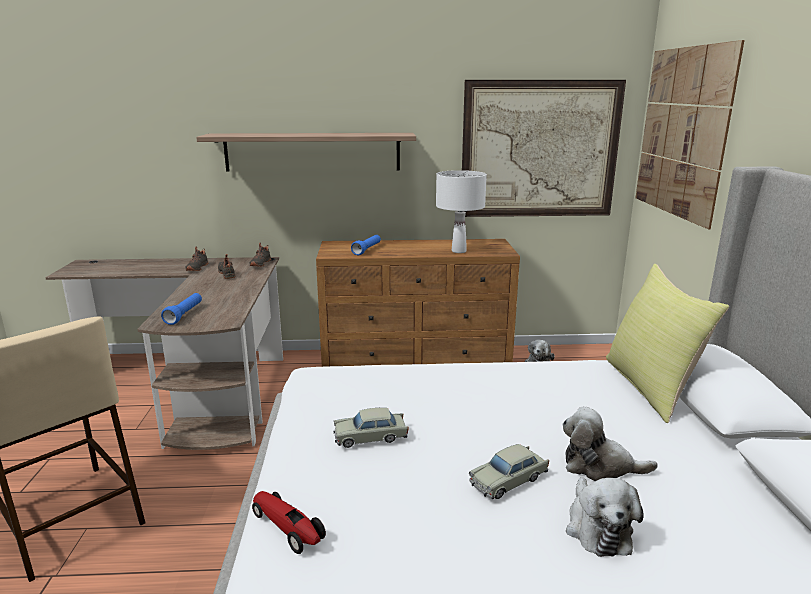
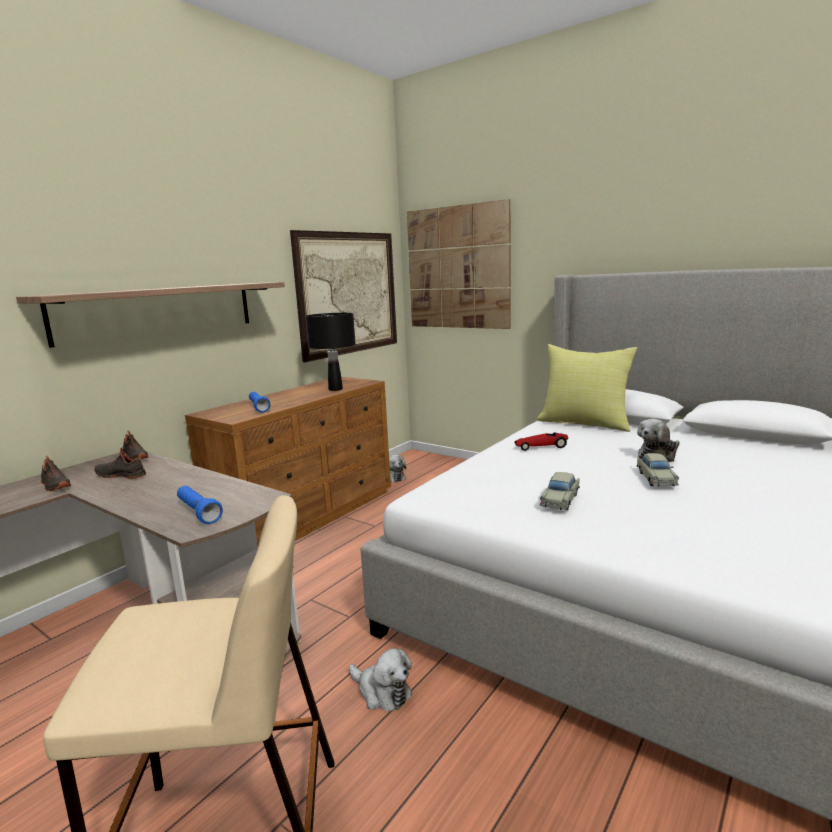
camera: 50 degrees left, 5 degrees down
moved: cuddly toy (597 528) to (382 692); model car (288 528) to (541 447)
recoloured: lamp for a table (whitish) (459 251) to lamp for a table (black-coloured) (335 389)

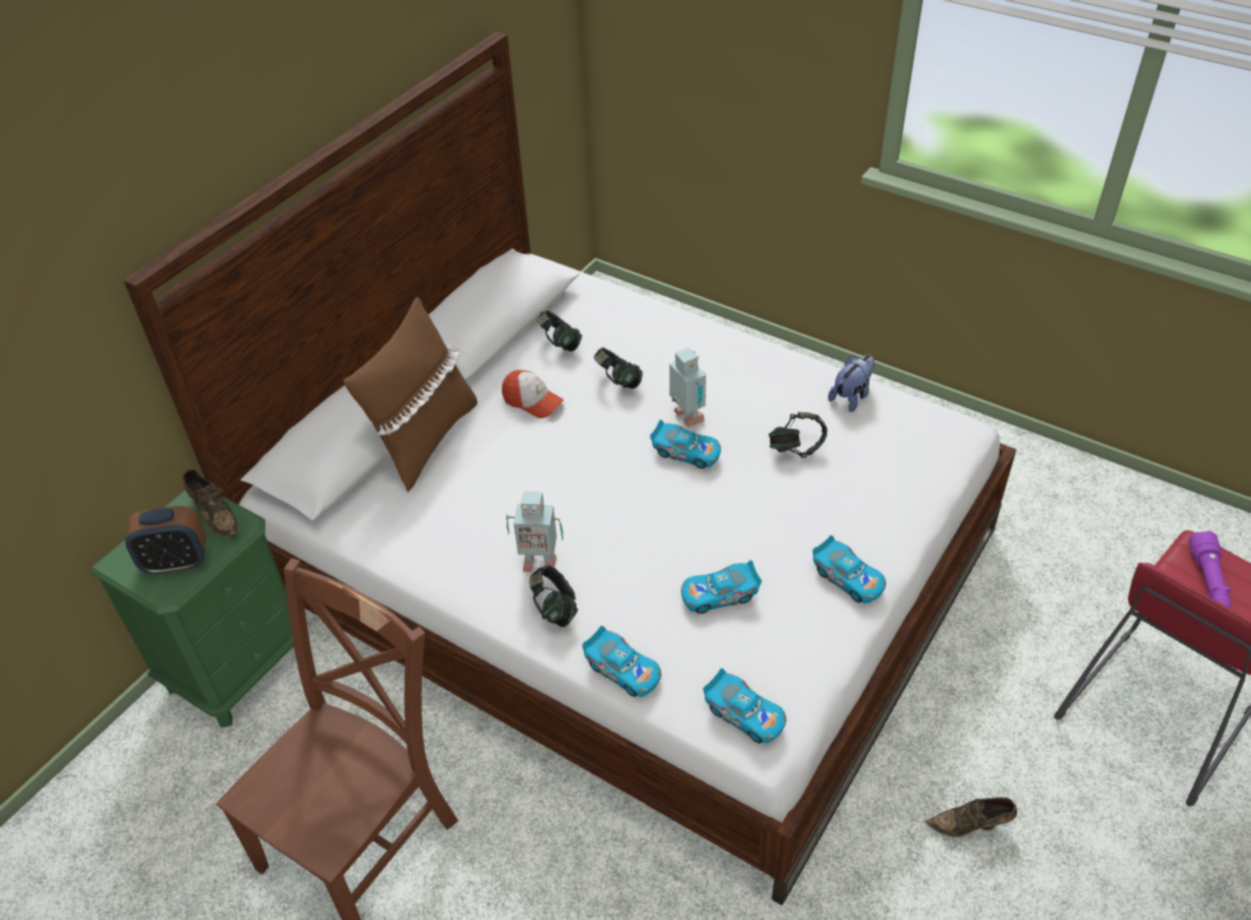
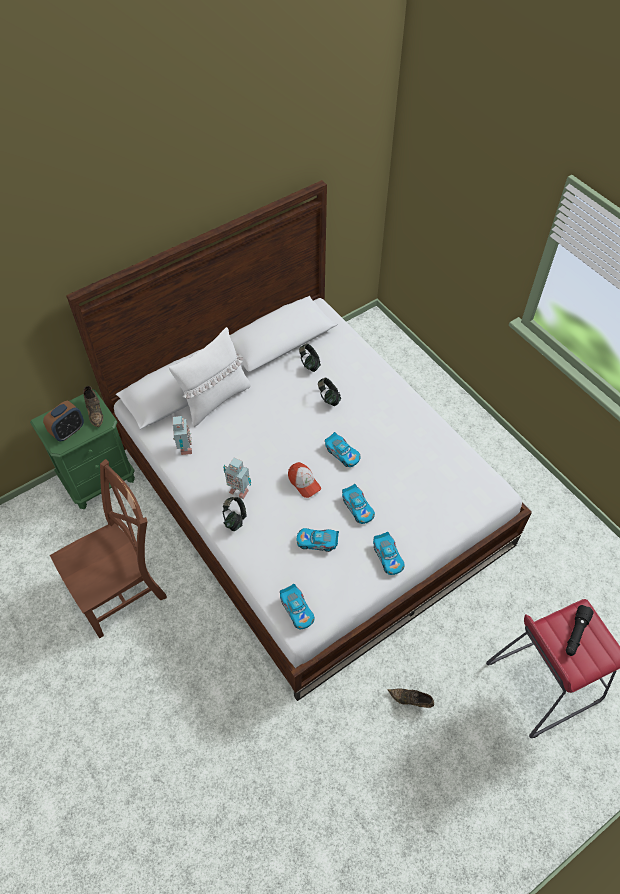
camera: 20 degrees right, 10 degrees up
removed: headphones (796 448); cuddly toy (851 396)
moved: model robot (687 418) to (184 448); baseball cap (532 401) to (304 482); model car (623 670) to (358 508)
recoloured: pillow (brown-coloured) (424 440) to pillow (whitish) (215 399); flashlight (purple-coloured) (1208 582) to flashlight (black-coloured) (575 634)
turned: bedside clock (177 562) = (68 431) 60 degrees counterclockwise

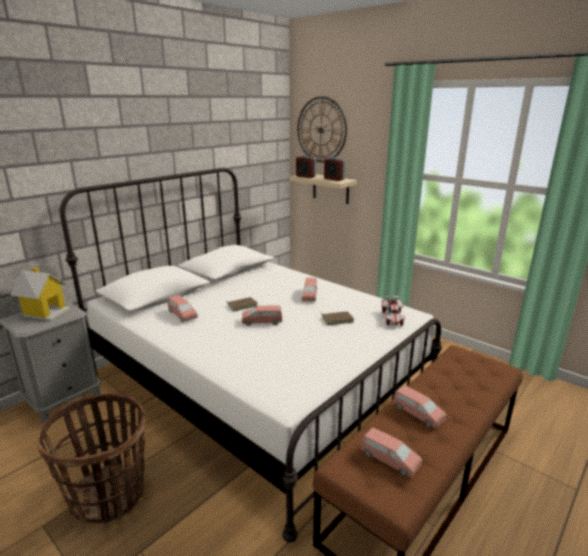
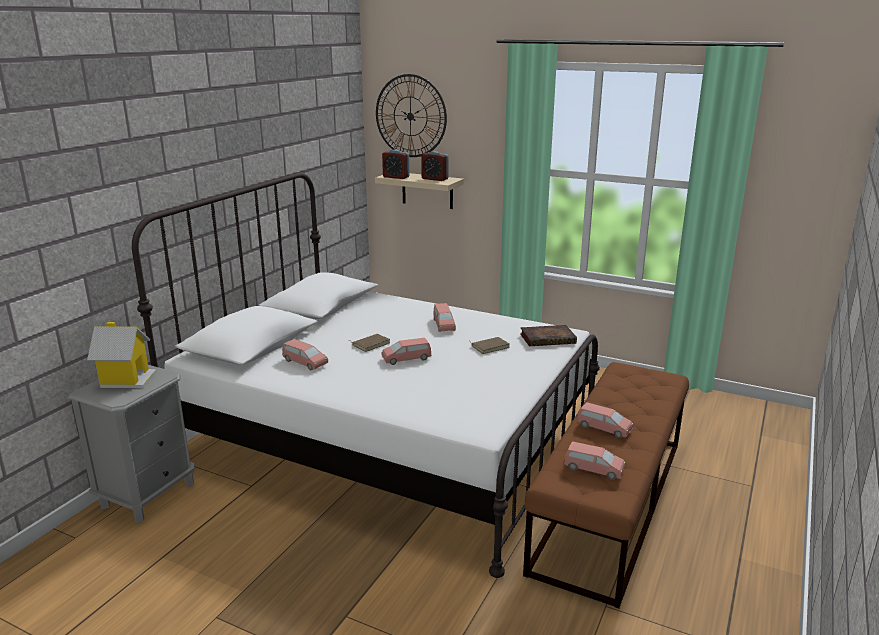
camera: 15 degrees left, 0 degrees up
removed: household basket (108 495)
replaced: model car (392 318) to book (548 339)

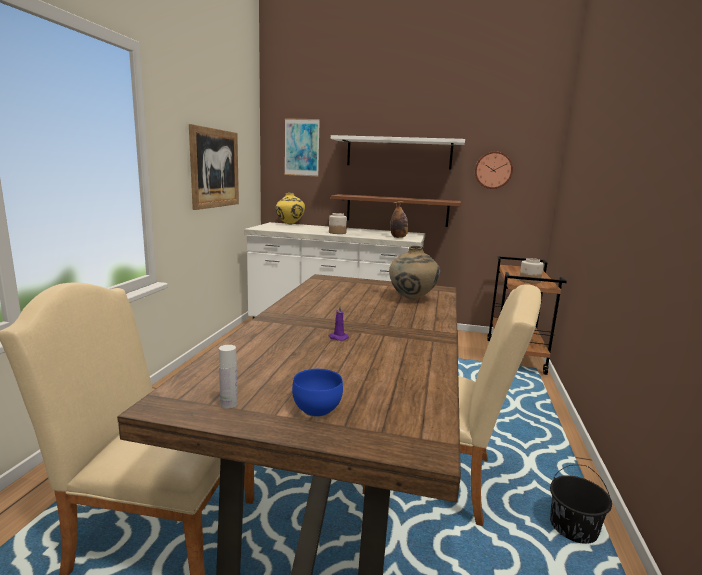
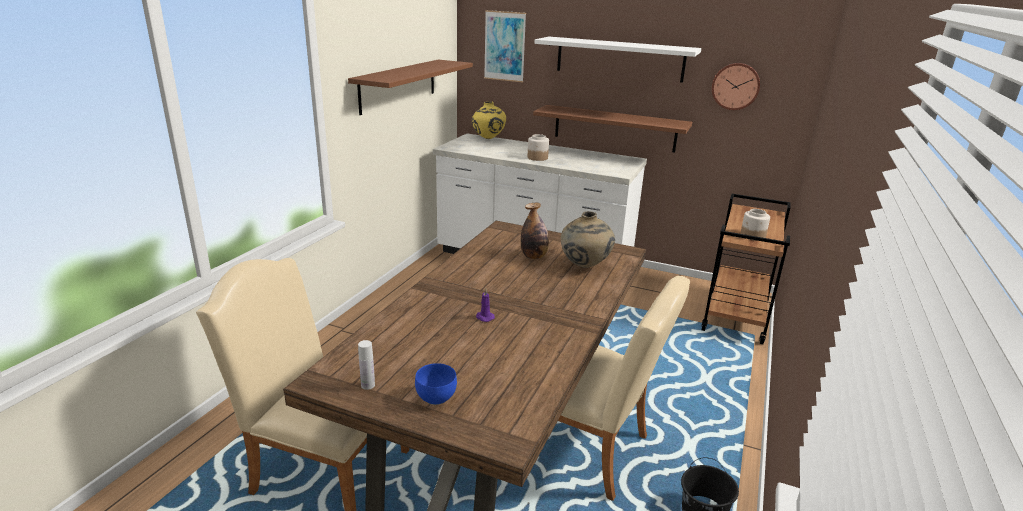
camera: 10 degrees right, 10 degrees up
moved: bottle (398 237) to (534 257)
replaced: wall art (215 168) to wall shelf (brown-coloured) (398 85)

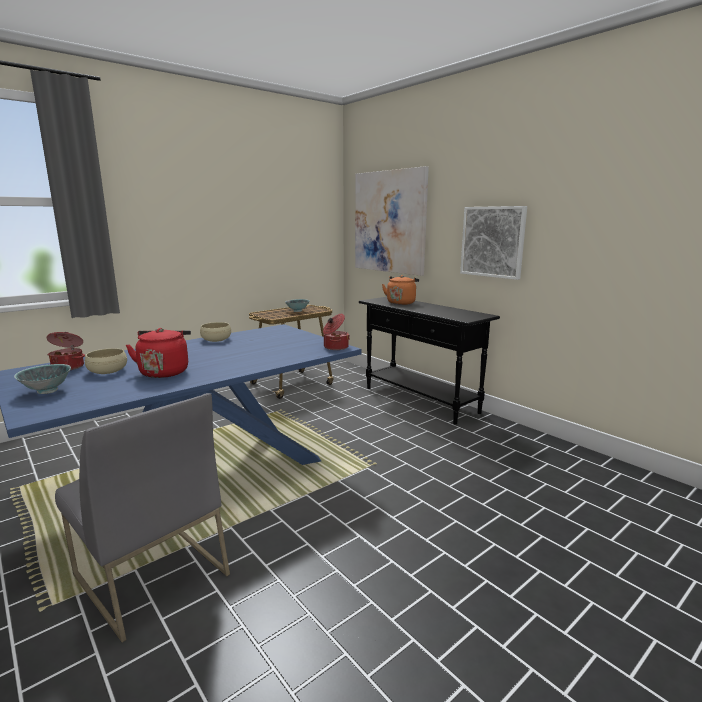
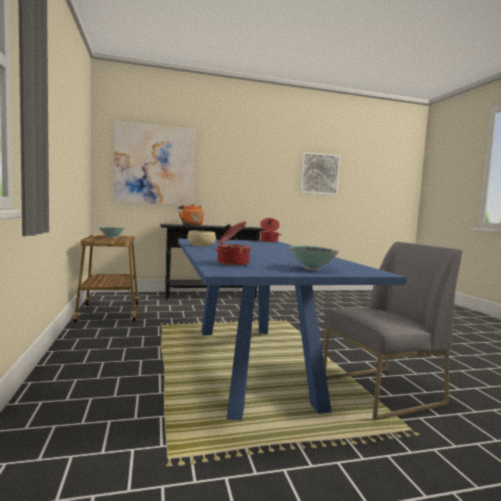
camera: 65 degrees left, 10 degrees down
removed: deep dish (beige-coloured) (108 371); water kettle (red) (165 371)
moved: wall art (492 242) to (319 174)

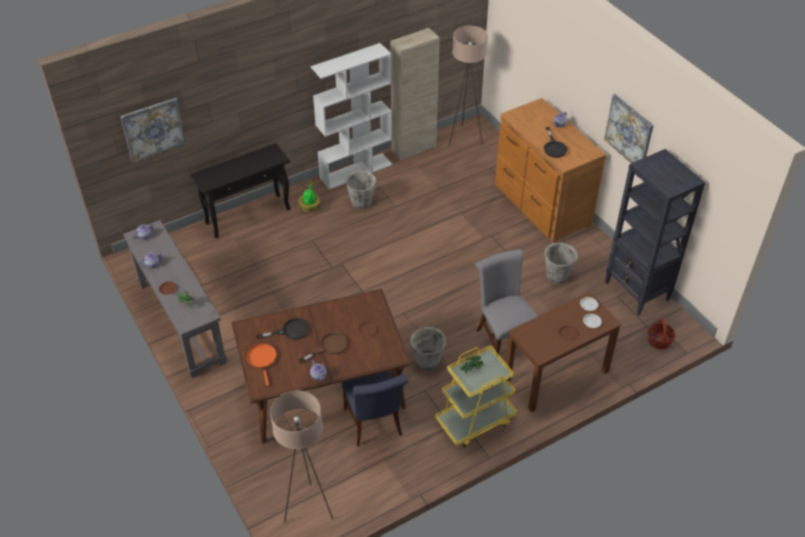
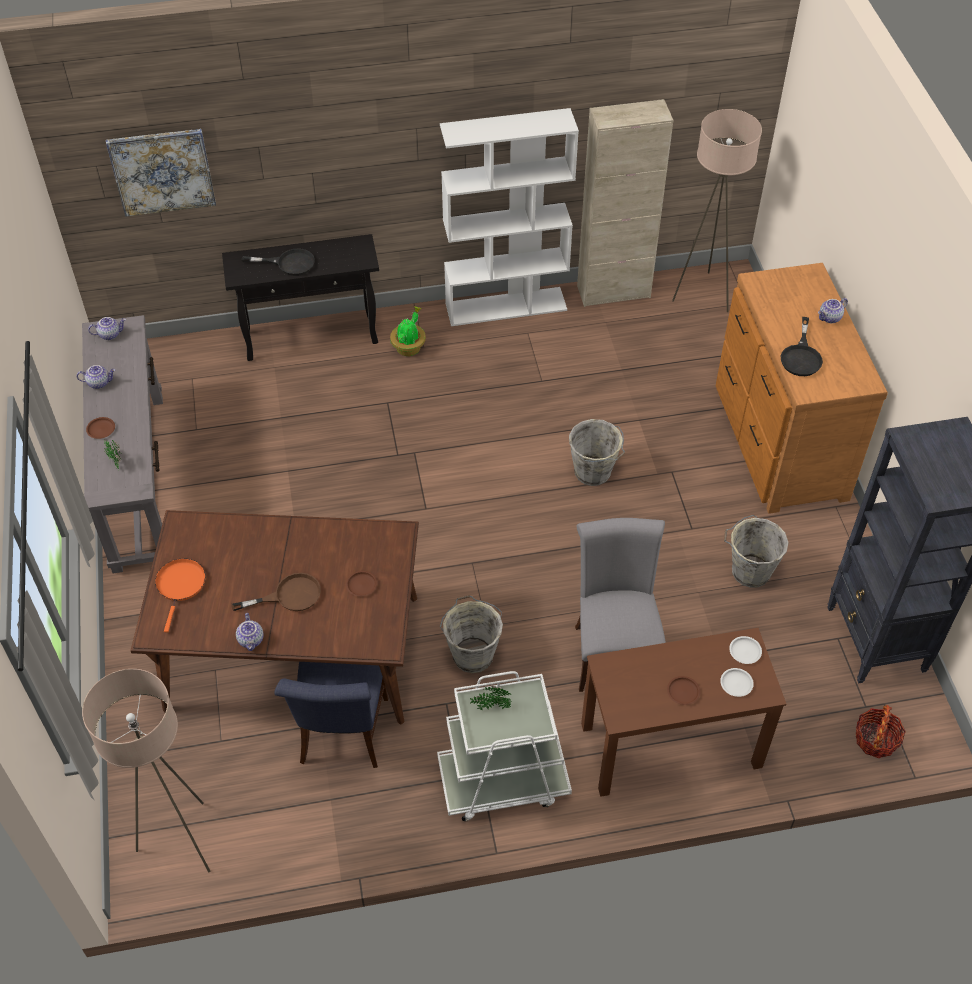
camera: 20 degrees right, 5 degrees up
removed: wall art (629 132)
moved: frying pan (black-coloured) (290 331) to (289 263); bucket (gray) (362 202) to (594 473)
recoloured: wheeled cart (yellow-coloured) (475 420) to wheeled cart (whitish) (502 781)

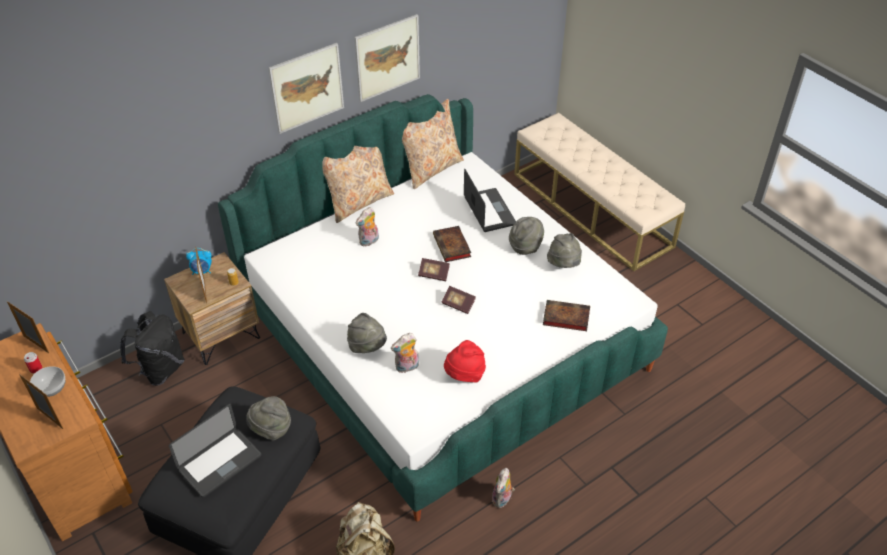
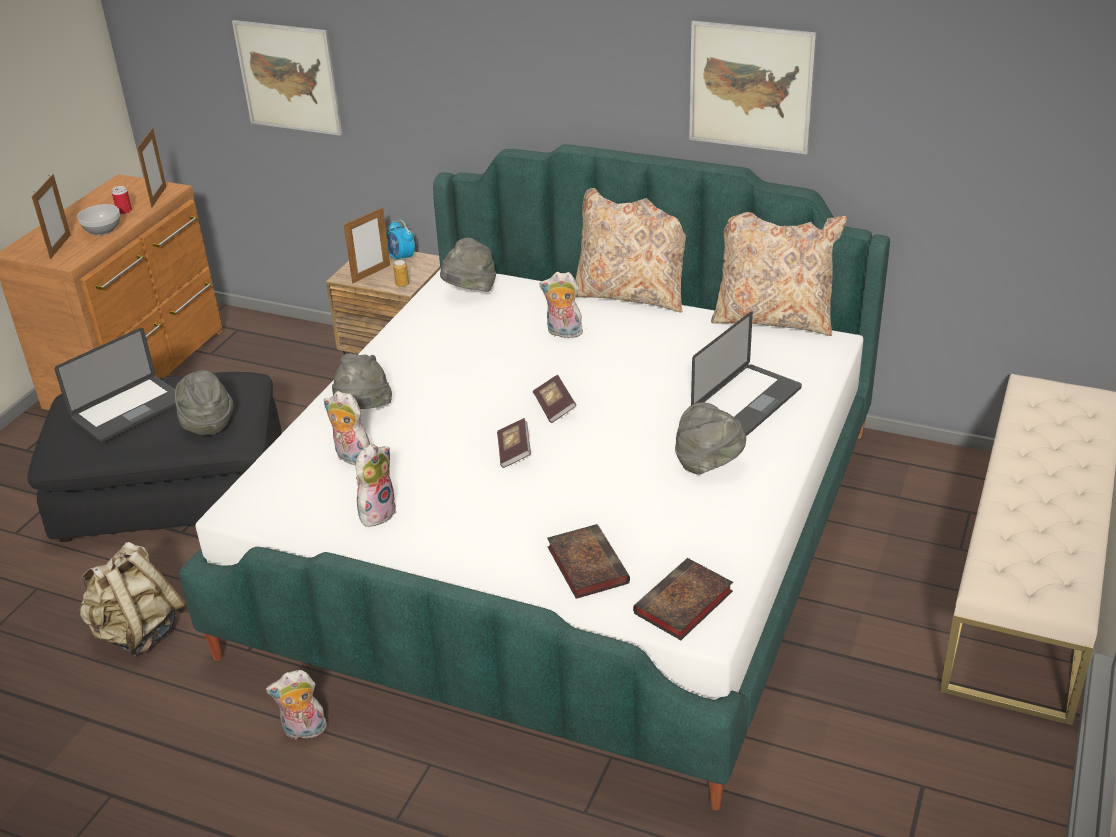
camera: 60 degrees right, 10 degrees down
removed: rucksack (black-coloured) (161 370)
moved: wall art (307 88) to (288 77); wearable hat (gray) (564 265) to (470 291); book (452 247) to (682 605)
replaced: wearable hat (red) (464 375) to cuddly toy (377 512)
turned: portable computer (220 463) = (129 411) 60 degrees counterclockwise

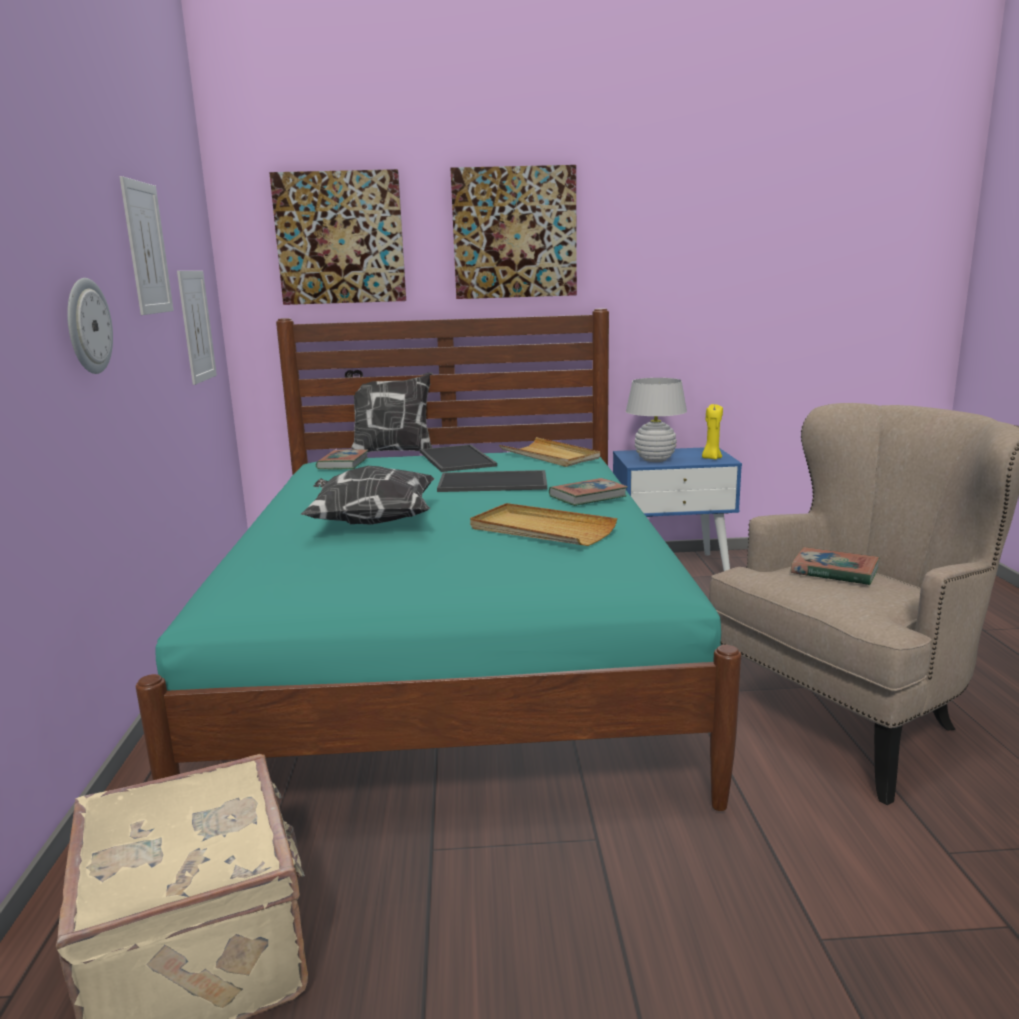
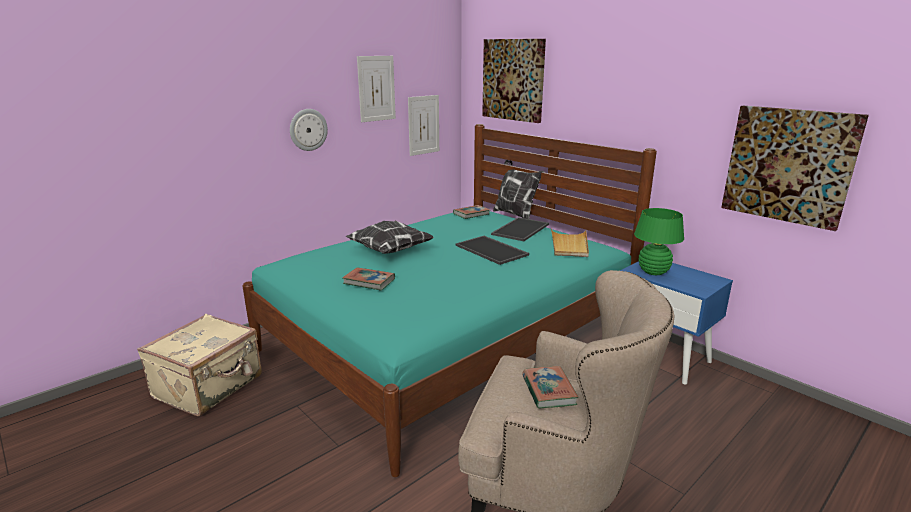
camera: 50 degrees right, 5 degrees up
removed: tray (beige-coloured) (541 530); candle (yellow-coloured) (711 458)
moved: book (588 497) to (369 281); wall art (514 233) to (788 165)
recoloured: lamp for a table (whitish) (654 460) to lamp for a table (greenish) (653 272)

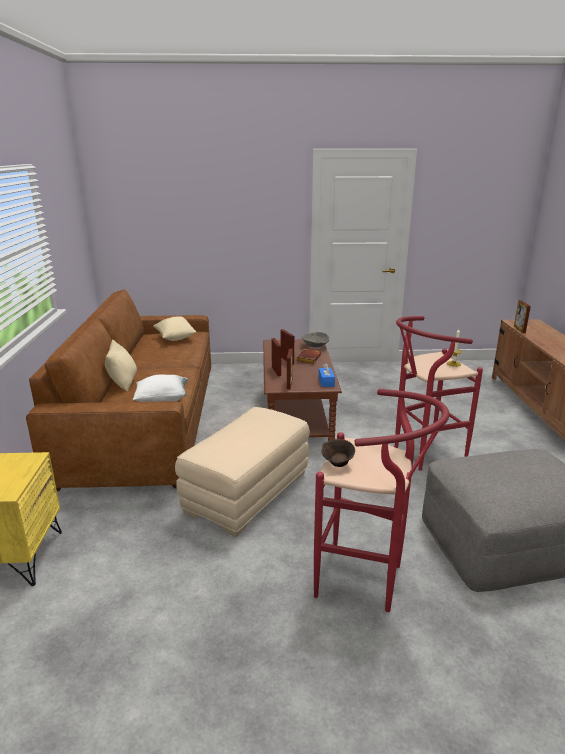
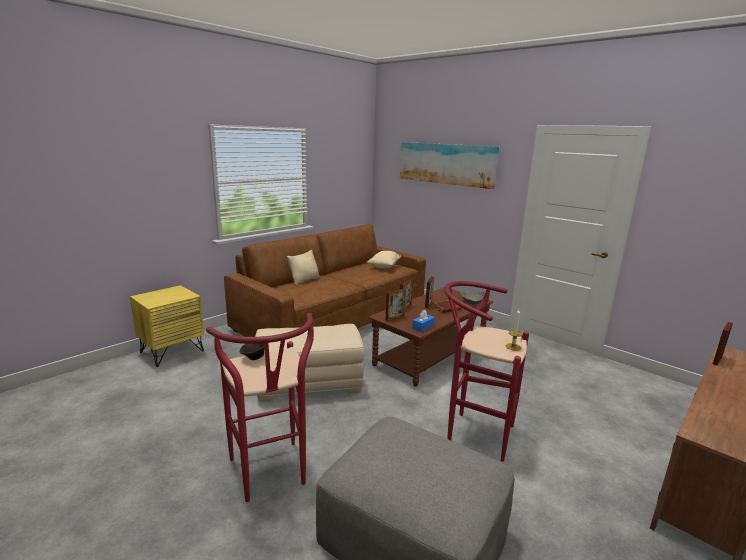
camera: 45 degrees right, 5 degrees down
removed: pillow (whitish) (162 400)
added: wall art (446 164)

